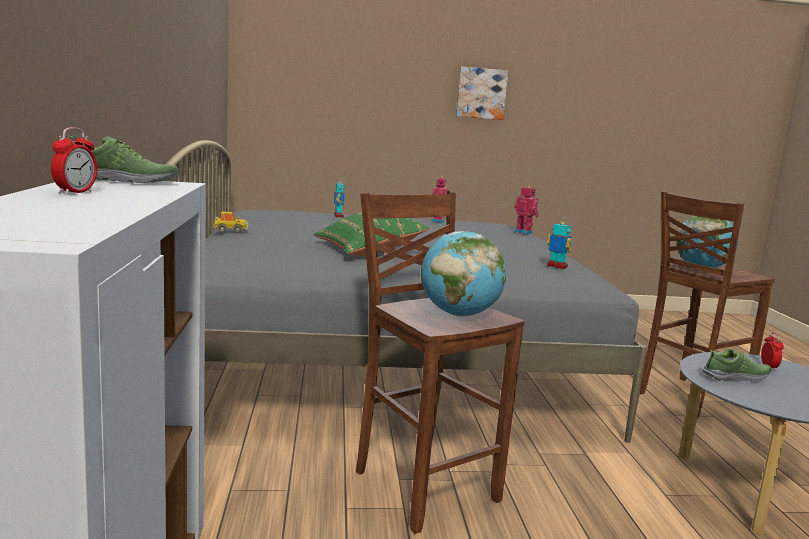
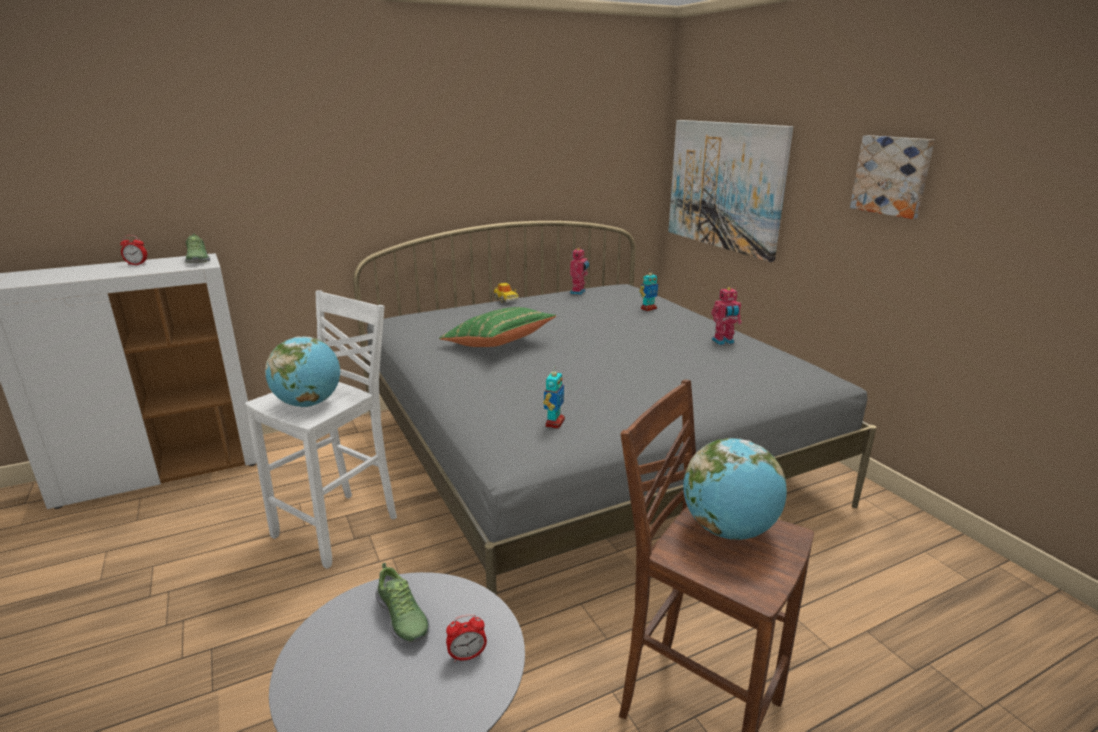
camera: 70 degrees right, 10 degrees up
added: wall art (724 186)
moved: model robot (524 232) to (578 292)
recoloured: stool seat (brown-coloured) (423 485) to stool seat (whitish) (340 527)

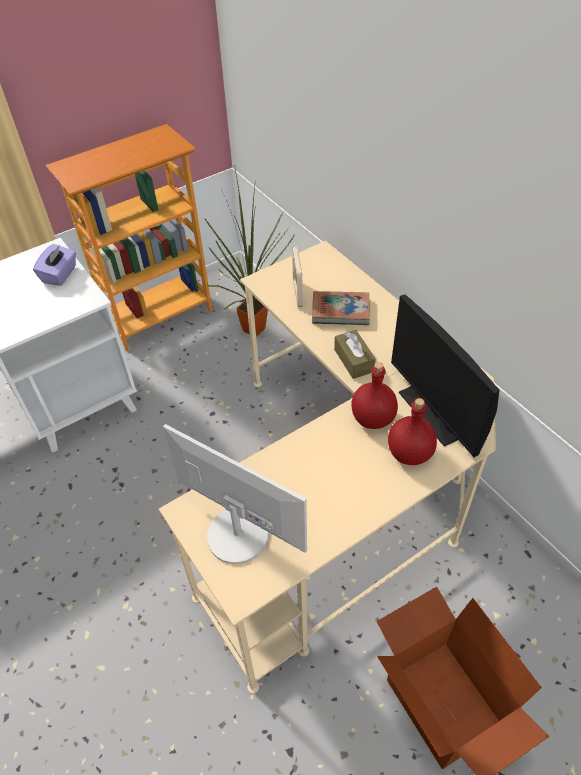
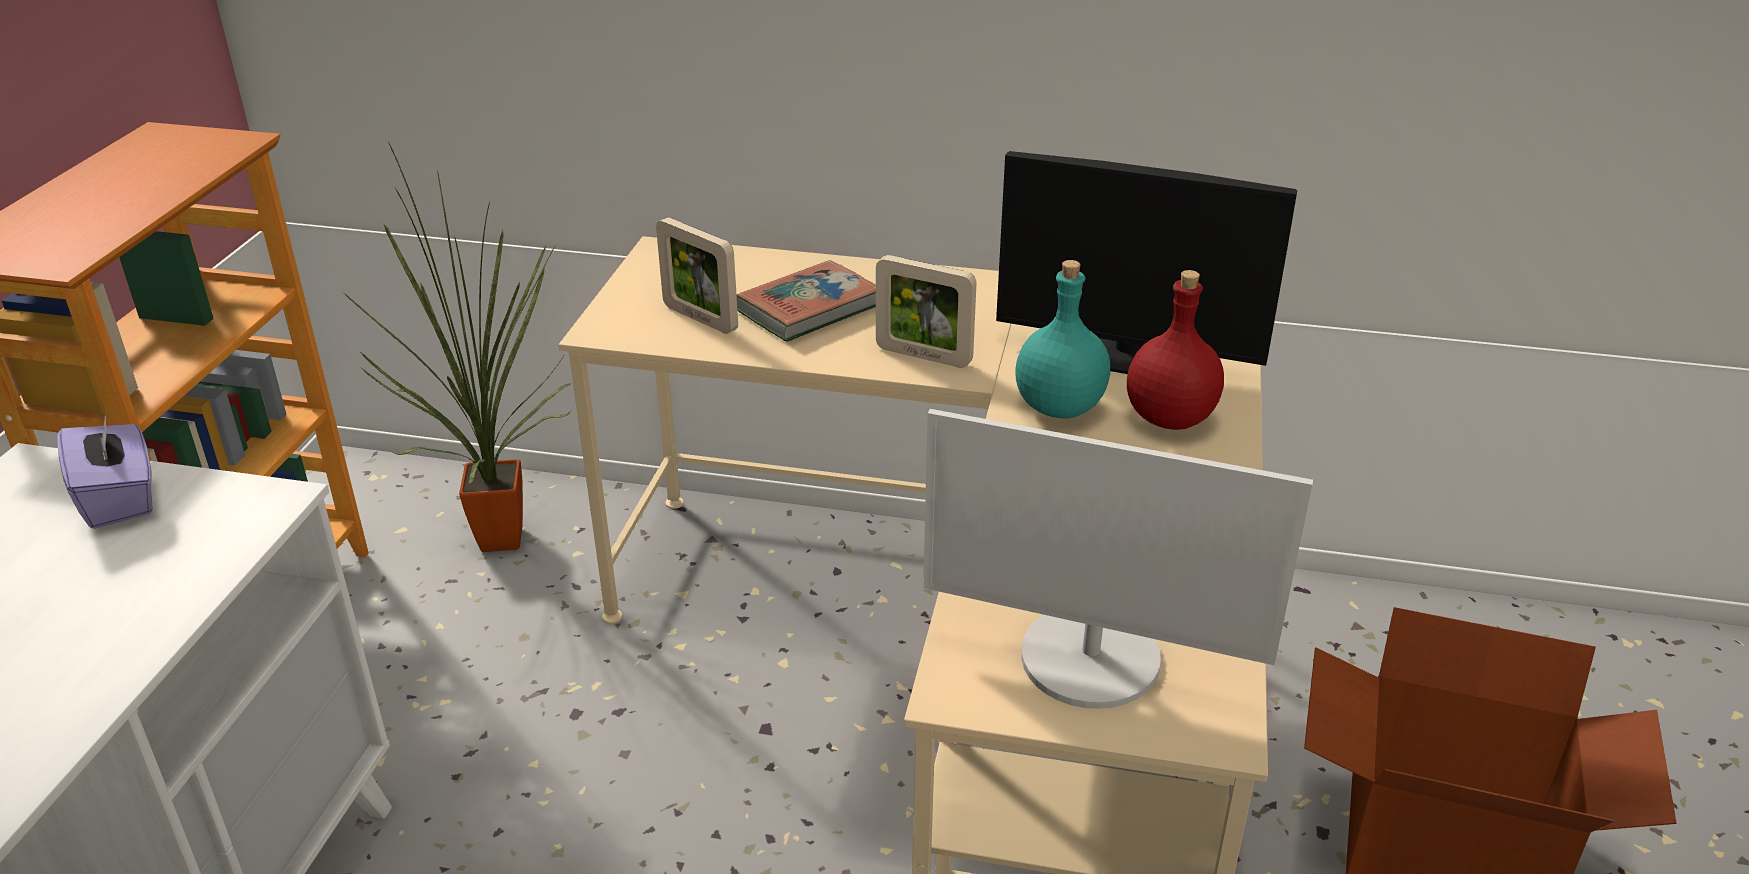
camera: 45 degrees left, 15 degrees down
replaced: tissue box (brown-coloured) (353 360) to photo frame (923 356)
recoloured: bottle (red) (373 418) to bottle (turquoise) (1058 406)
turned: monitor (238 534) = (1090 659) 150 degrees counterclockwise

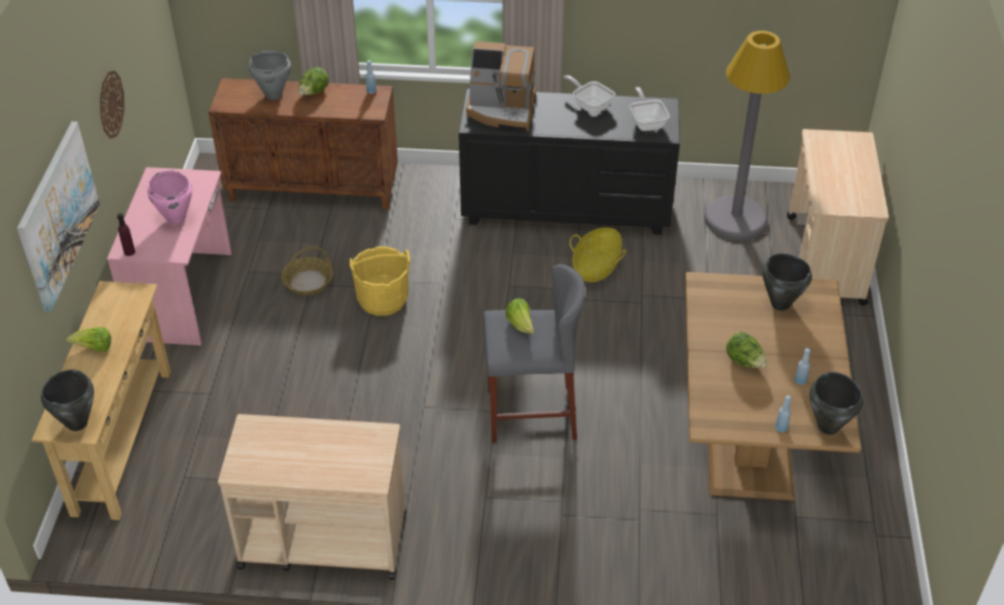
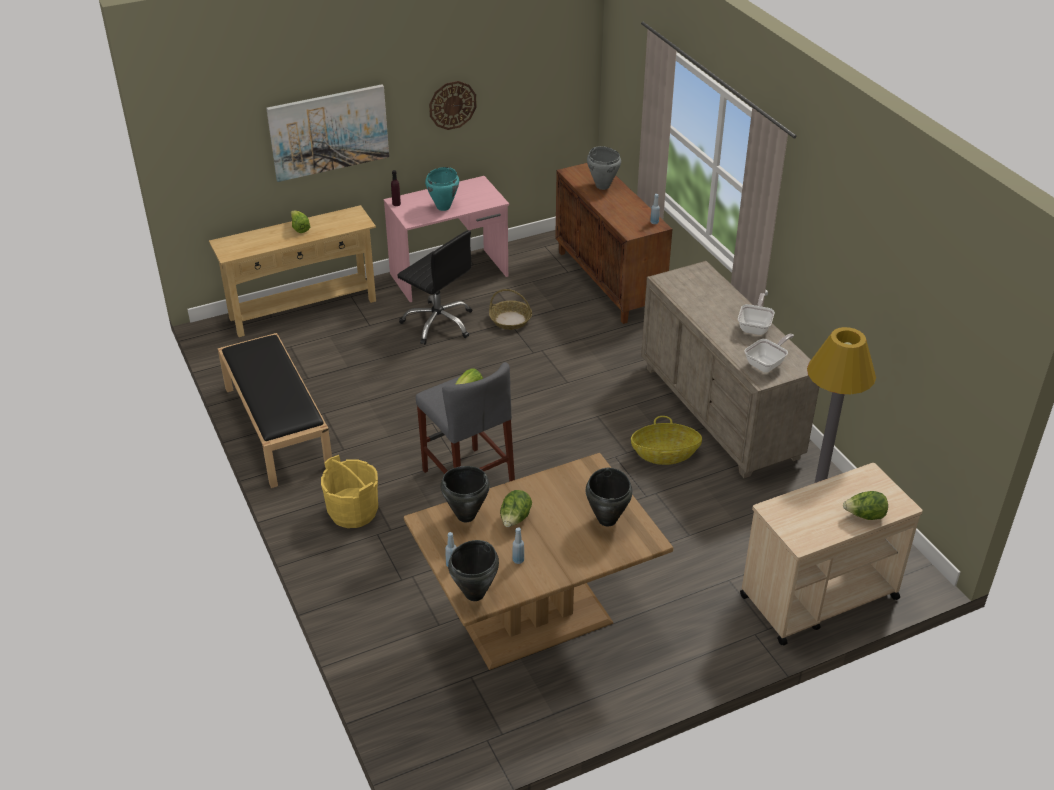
camera: 60 degrees right, 5 degrees down
removed: coffee machine (502 110)
added: computer chair (black-coloured) (438 323)
moved: bucket (yellow-coloured) (382 299) to (353 512); saucepot (black-coloured) (76 423) to (465 515); lettuce head (313 93) to (864 516)
replaced: wheeled cart (beige-coloured) (322 540) to indoor bench (black-coloured) (276 427)
recoloured: saucepot (pink-coloured) (176 219) to saucepot (turquoise) (443 207); chest of drawers (black-coloured) (566 208) to chest of drawers (beige-coloured) (719 412)

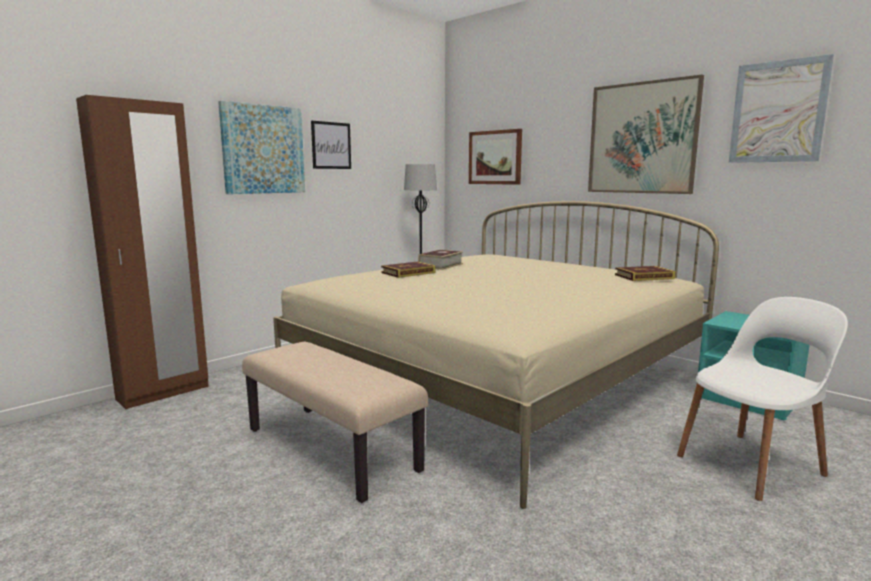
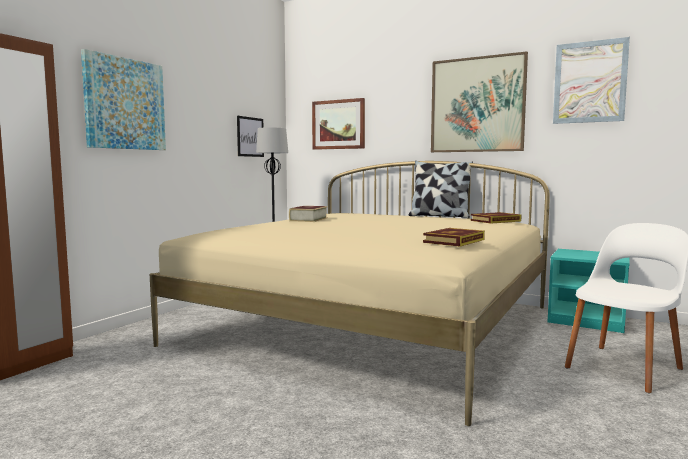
camera: 15 degrees left, 5 degrees down
removed: indoor bench (beige-coloured) (332 449)
added: pillow (439 216)
moved: wall art (331 145) to (250 137); book (408 273) to (454 241)

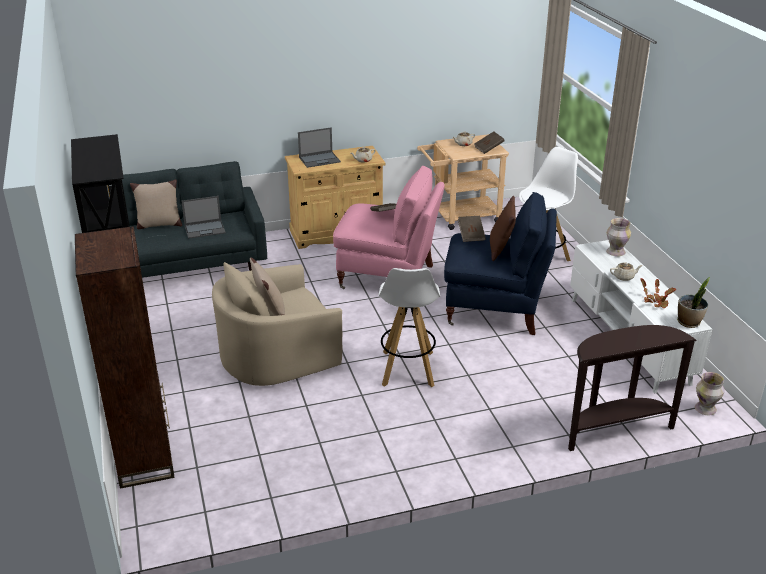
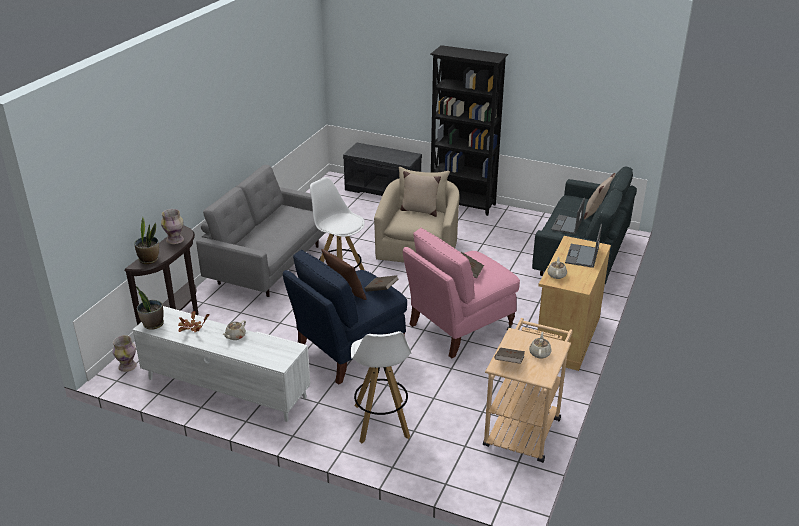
camera: 130 degrees right, 0 degrees up
added: plant in a pot (149 259); sofa (gray) (269 264)
moved: decorative vase (615 252) to (175 240)
replaced: bookshelf (brown-coloured) (145 457) to indoor bench (gray) (383 189)

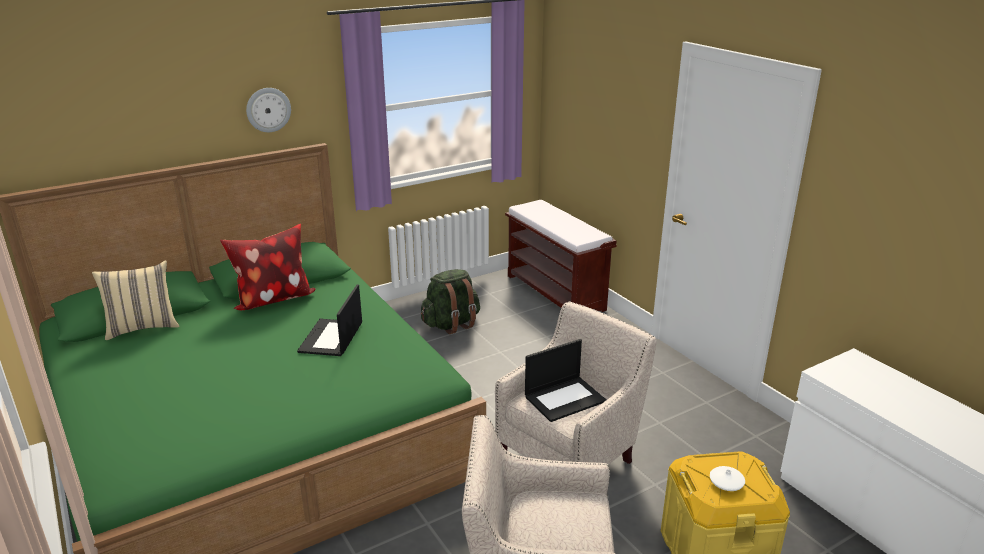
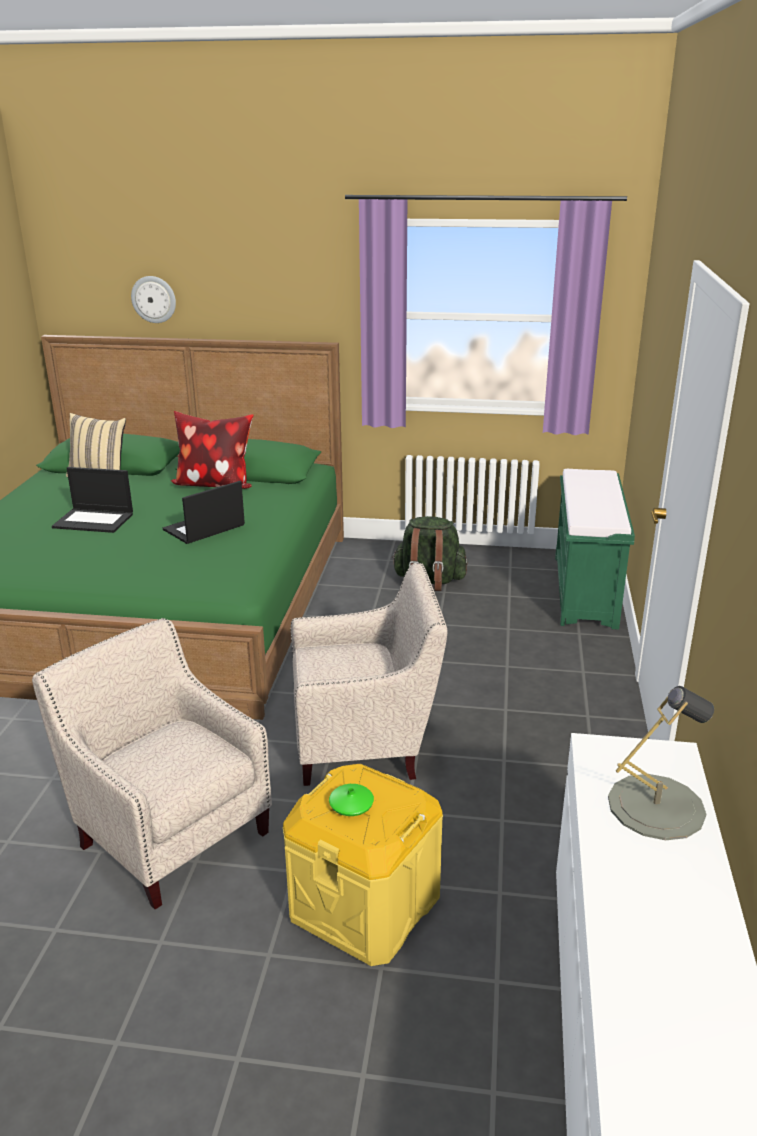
camera: 40 degrees right, 0 degrees up
added: lamp for a table (gray) (656 806)
moved: portable computer (565 398) to (94 520); clock on the wall (268 109) to (154 299)
recoloured: decorative vase (whitish) (726 482) to decorative vase (greenish) (351 805); indoor bench (brown-coloured) (556 293) to indoor bench (greenish) (585 591)

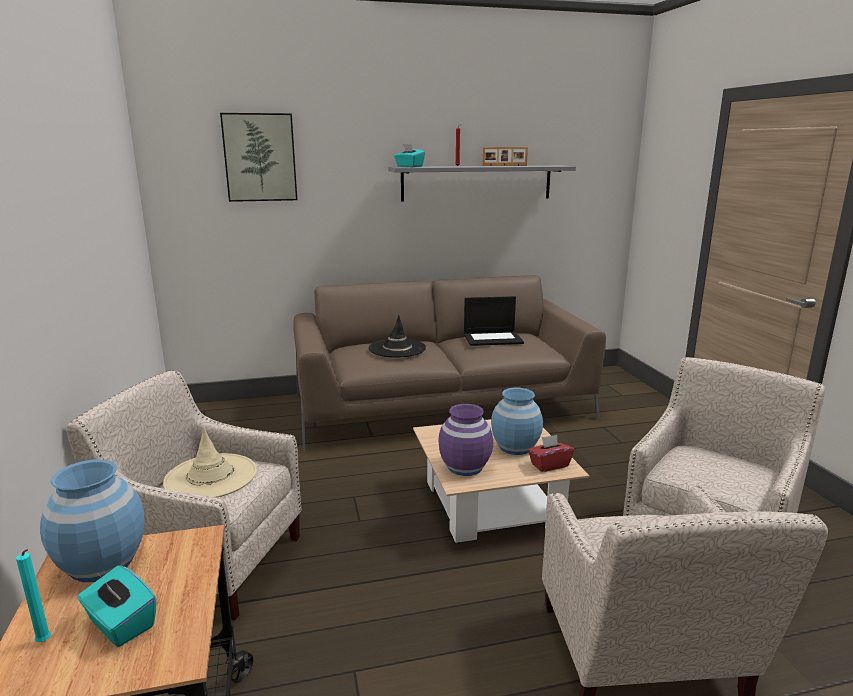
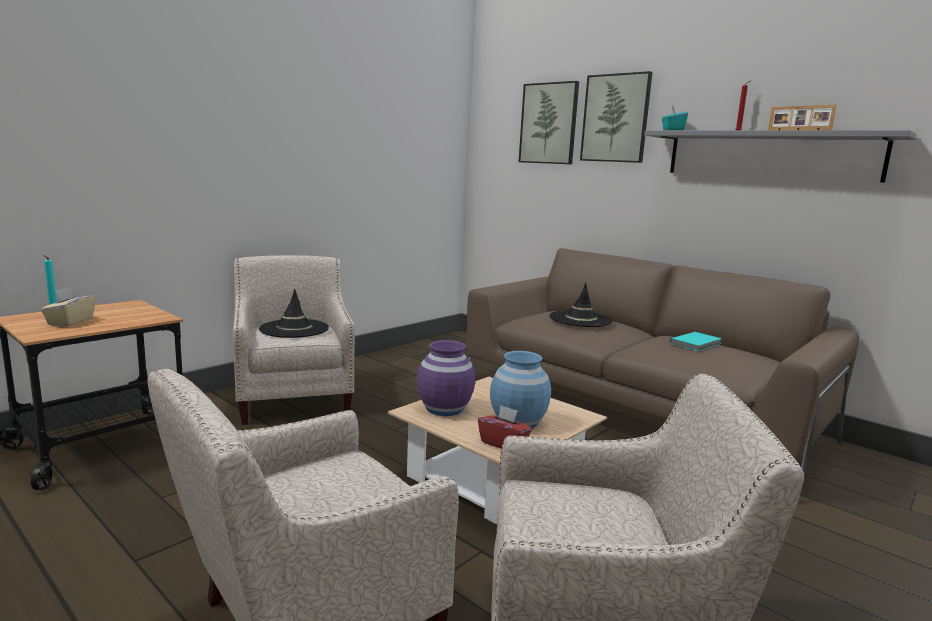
camera: 55 degrees right, 5 degrees down
removed: decorative vase (blue-coloured) (102 563)
added: wall art (615 118)
replaced: portable computer (493 338) to book (turquoise) (696 343)
recoloured: tissue box (turquoise) (120 624) to tissue box (beige-coloured) (70 322); wearable hat (beige-coloured) (211 477) to wearable hat (black-coloured) (294 329)

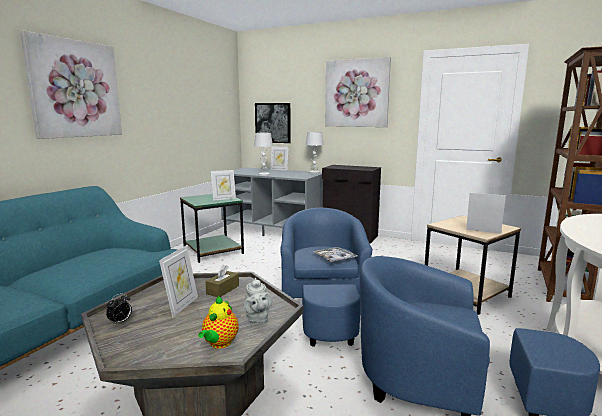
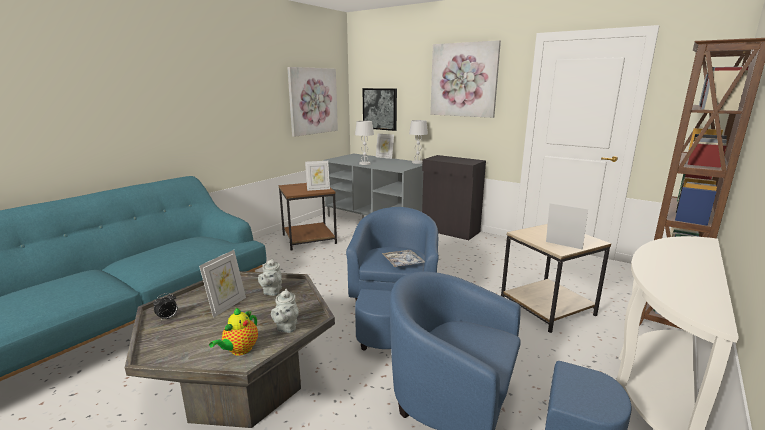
camera: 10 degrees right, 5 degrees up
moved: wall art (75 89) to (313 101)
replaced: tissue box (brown-coloured) (223 290) to tea pot (gray) (272 292)
recoloured: side table (greenish) (213 251) to side table (brown-coloured) (309 238)

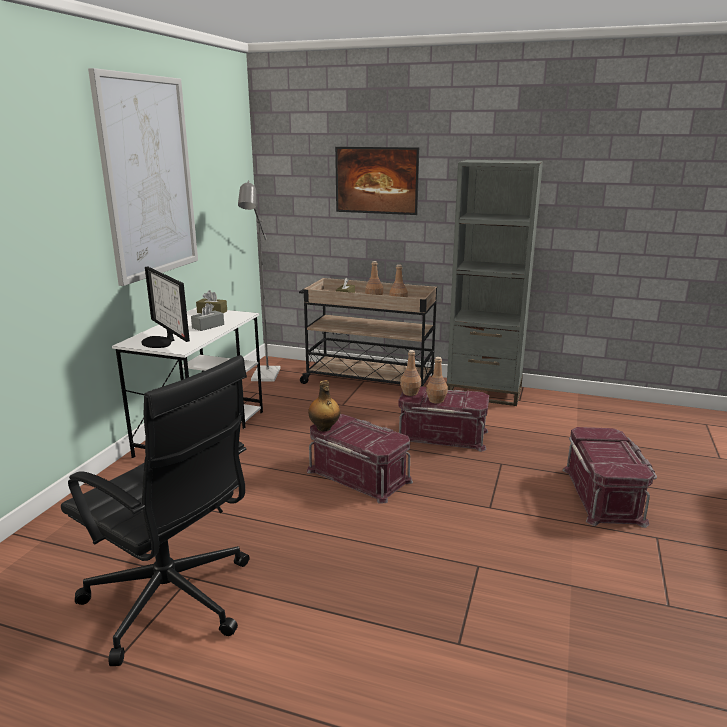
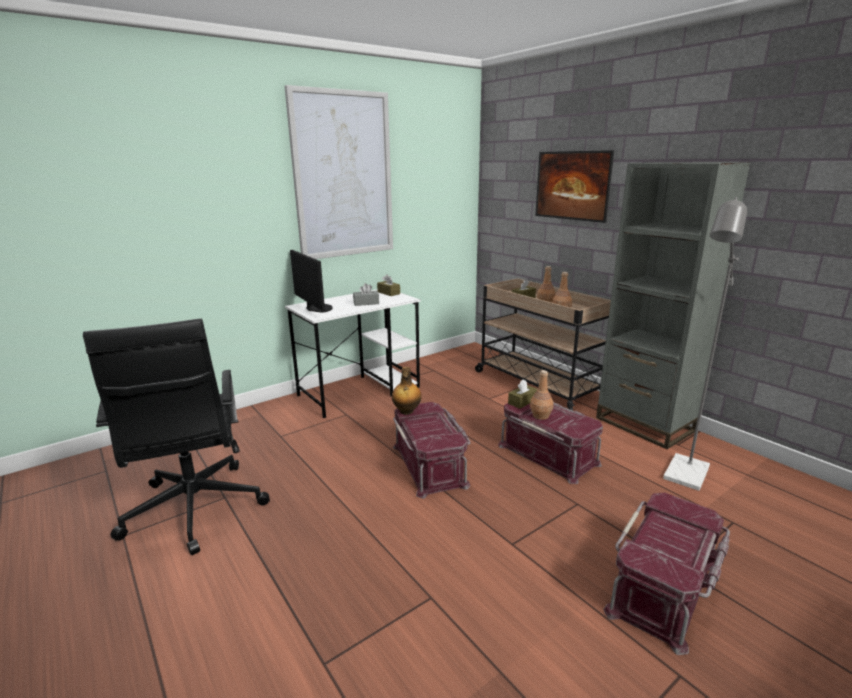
camera: 35 degrees right, 0 degrees up
moved: standing lamp (gray) (264 377) to (684 477)
replaced: bottle (brown-coloured) (410 393) to tissue box (brown-coloured) (522 402)
turned: monitor (161 341) = (317 308) 150 degrees clockwise

